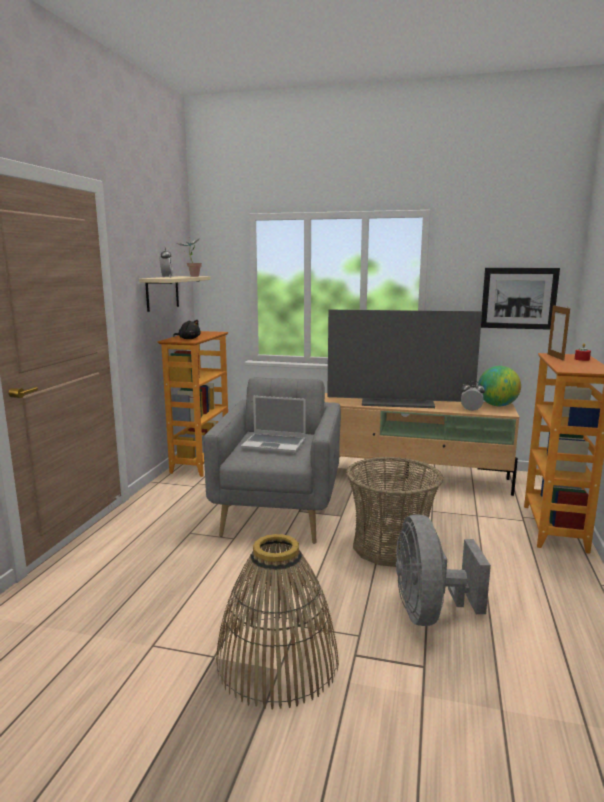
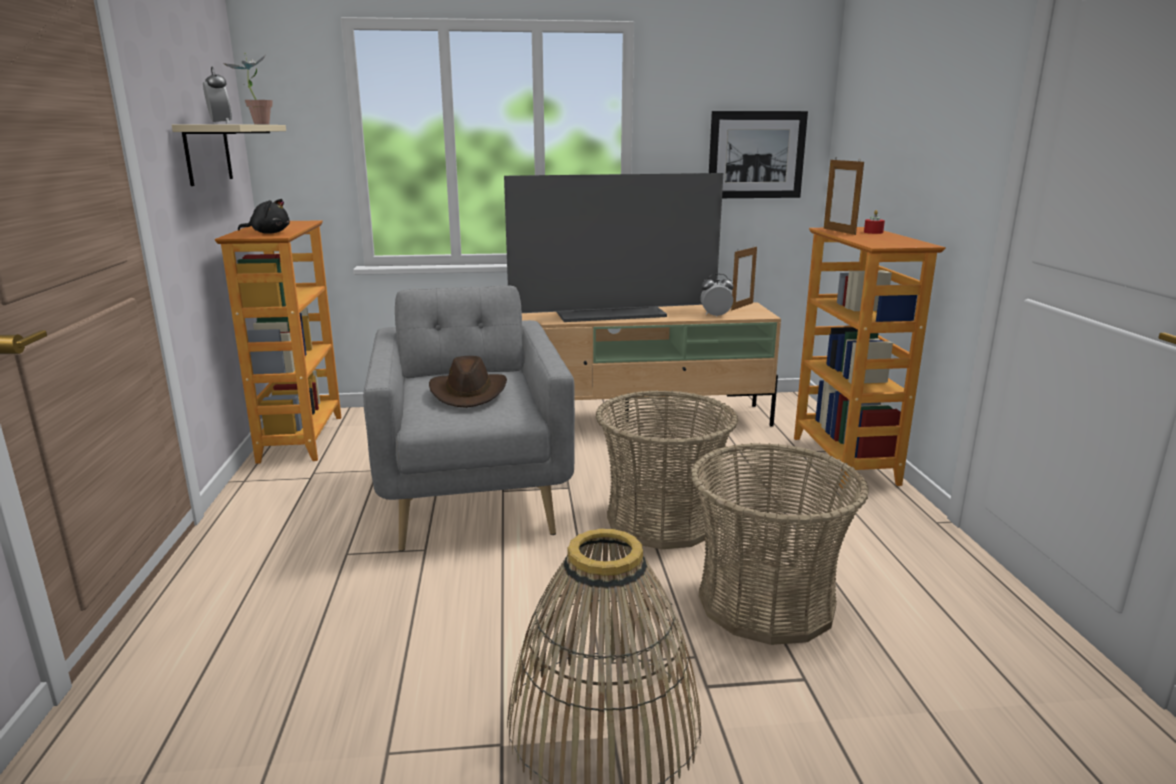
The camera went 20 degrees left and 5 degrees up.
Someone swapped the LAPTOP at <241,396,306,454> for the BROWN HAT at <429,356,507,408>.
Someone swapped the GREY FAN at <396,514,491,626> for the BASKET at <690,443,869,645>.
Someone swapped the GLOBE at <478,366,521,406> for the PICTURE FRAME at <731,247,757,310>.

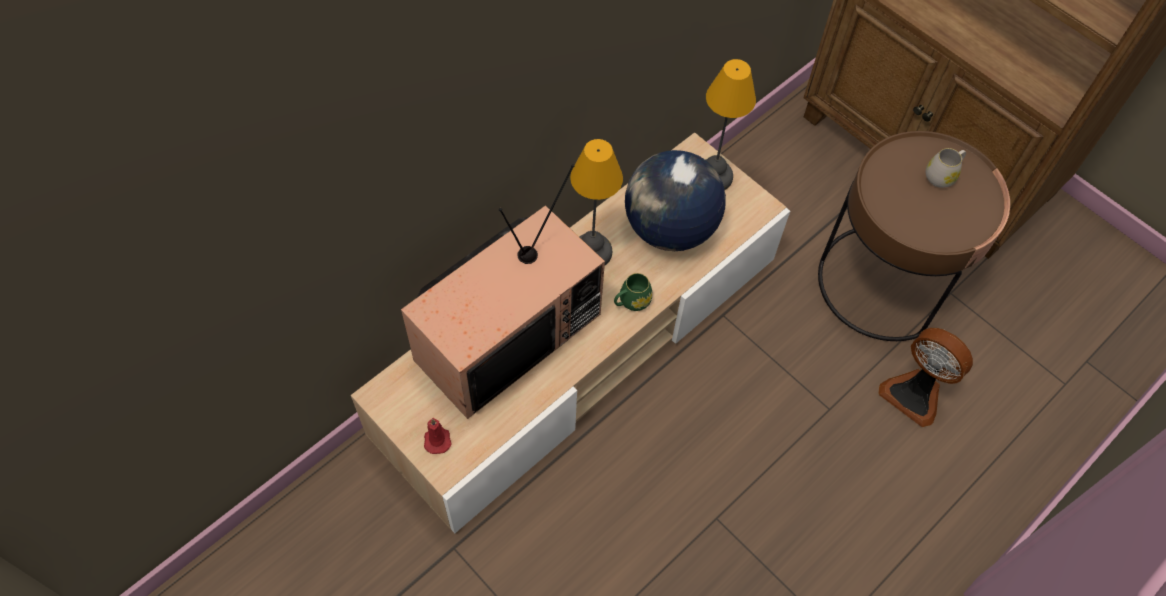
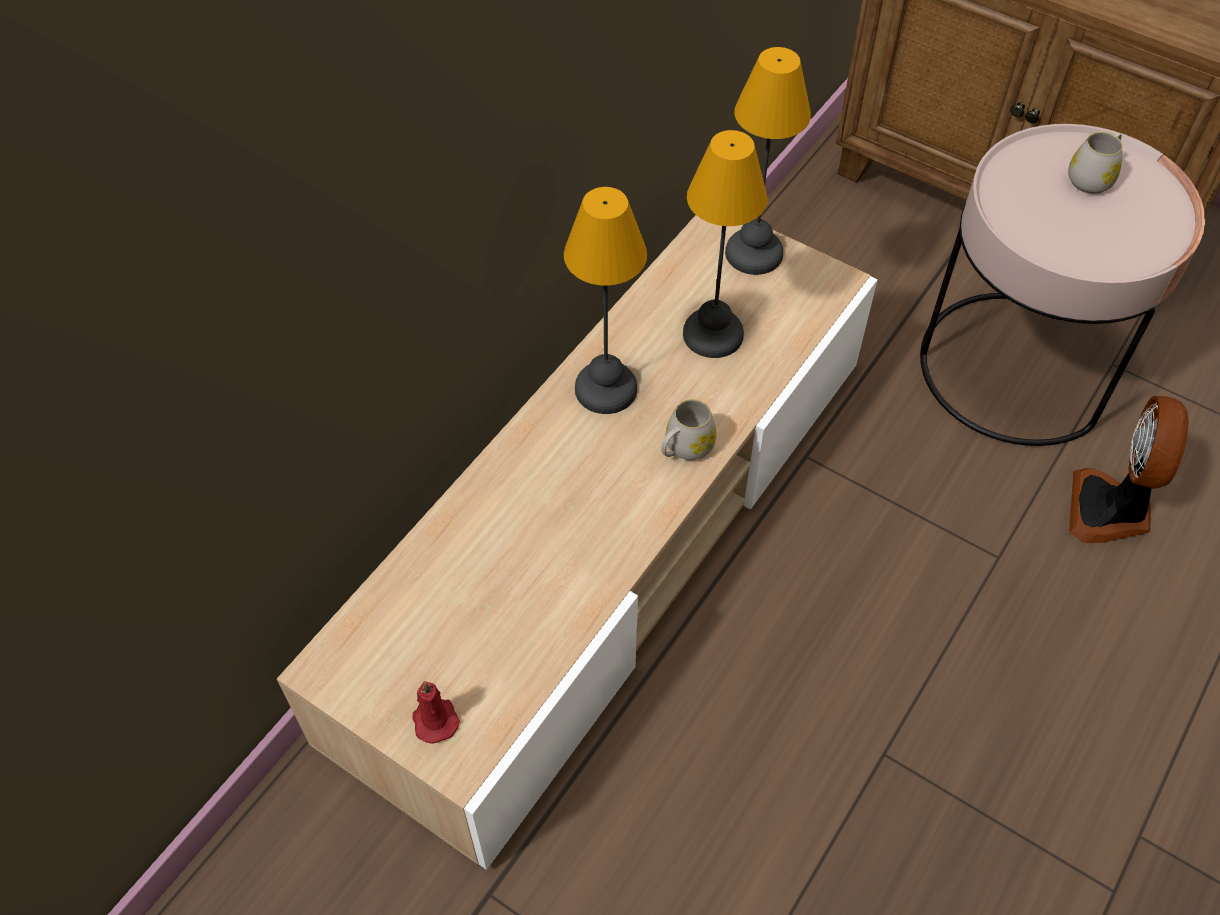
The camera went 10 degrees left and 5 degrees down.
Someone took away the TELEVISION at <401,164,605,419>.
Someone repainted the GREEN MUG at <614,273,653,311>, which became the WHITE MUG at <661,399,717,460>.
Someone swapped the GLOBE at <625,150,726,251> for the TABLE LAMP at <683,130,768,358>.
Someone repainted the BROWN SIDE TABLE at <818,131,1010,341>, which became the PINK SIDE TABLE at <920,124,1205,446>.
Someone rotated the FAN at <878,328,973,427> by 75 degrees clockwise.

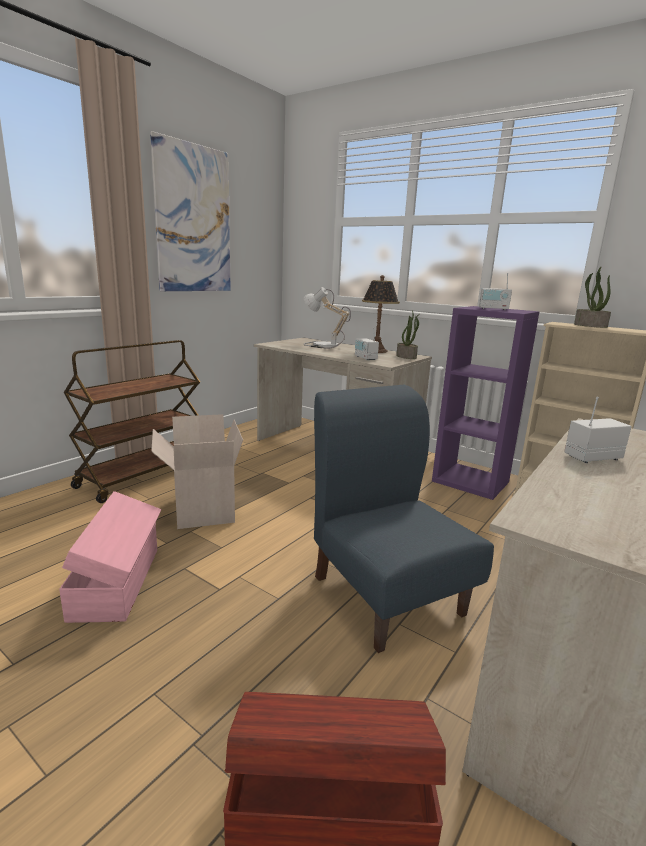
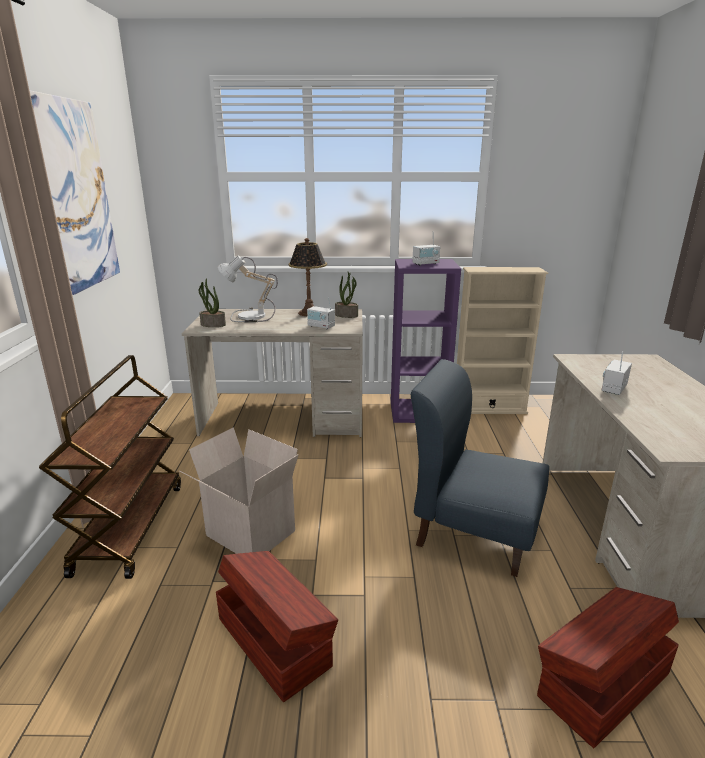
The camera went 35 degrees left and 5 degrees up.
Someone repainted the PINK STORAGE BOX at <59,491,161,623>, which became the BROWN STORAGE BOX at <216,551,338,702>.
Someone carried the POTTED PLANT from <574,267,611,328> to <199,278,226,327>.

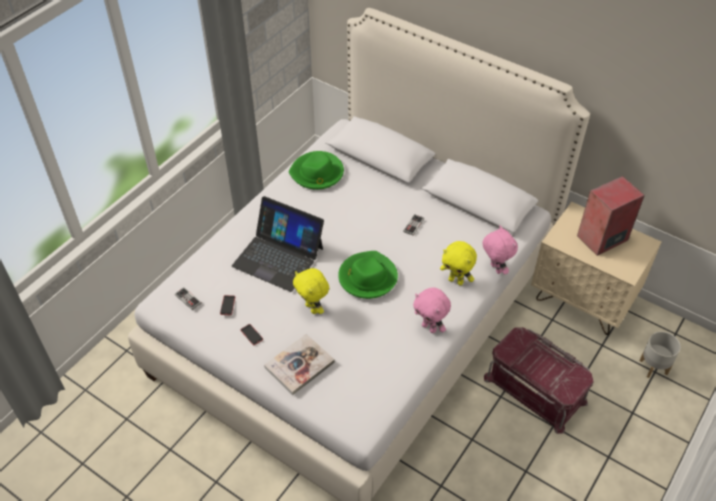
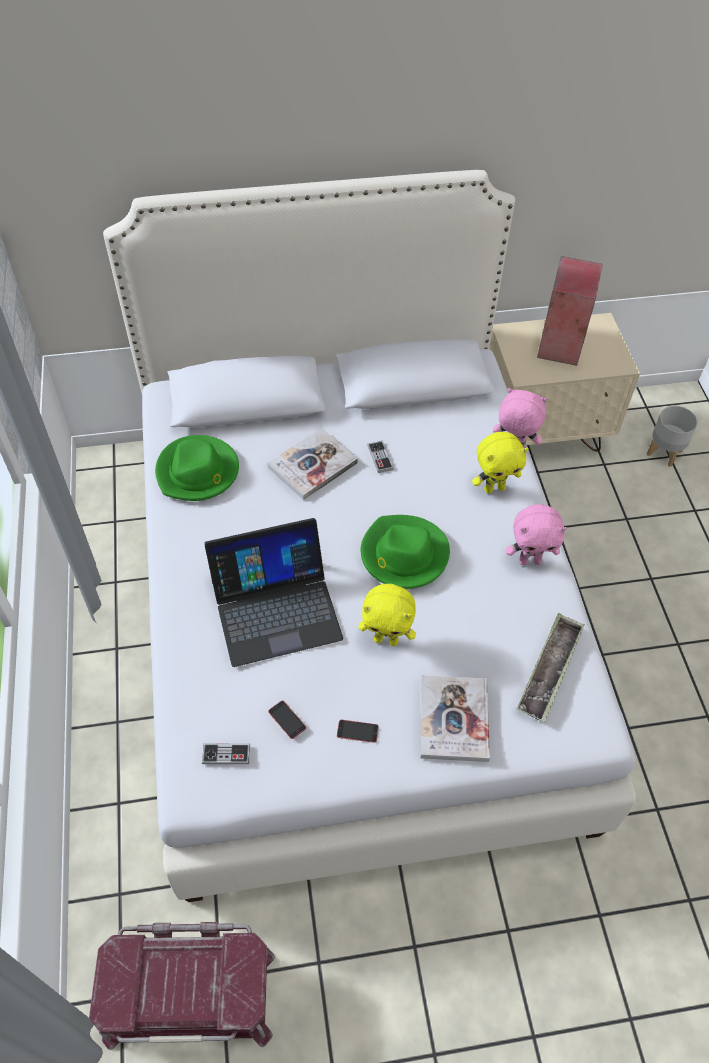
The camera went 45 degrees left and 5 degrees up.
Someone carried the RED STORAGE BOX from <484,327,594,434> to <89,922,275,1050>.
Someone put down the BOOK at <267,428,358,500>.
Someone put down the TRAY at <517,613,585,722>.

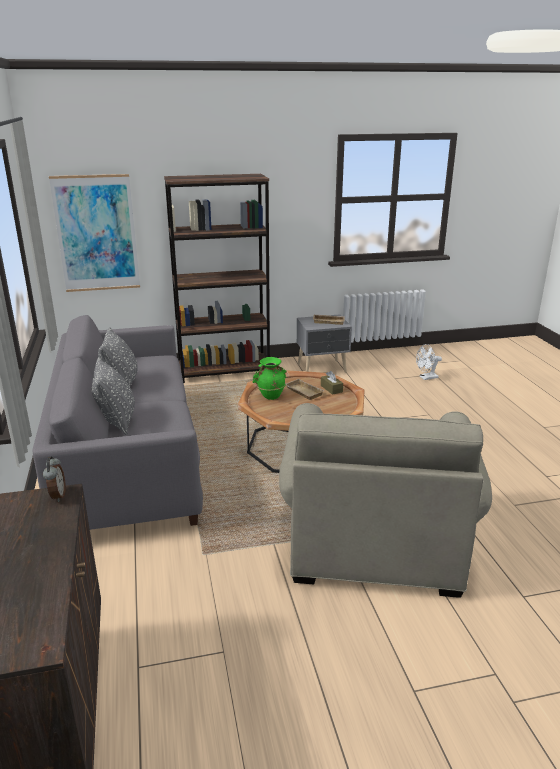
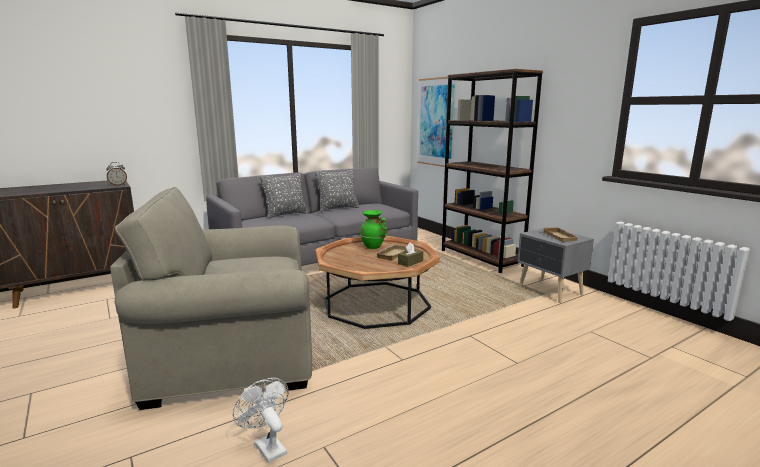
The camera went 70 degrees right and 10 degrees down.
Someone carried the WHITE FAN from <416,344,442,380> to <233,378,288,463>.

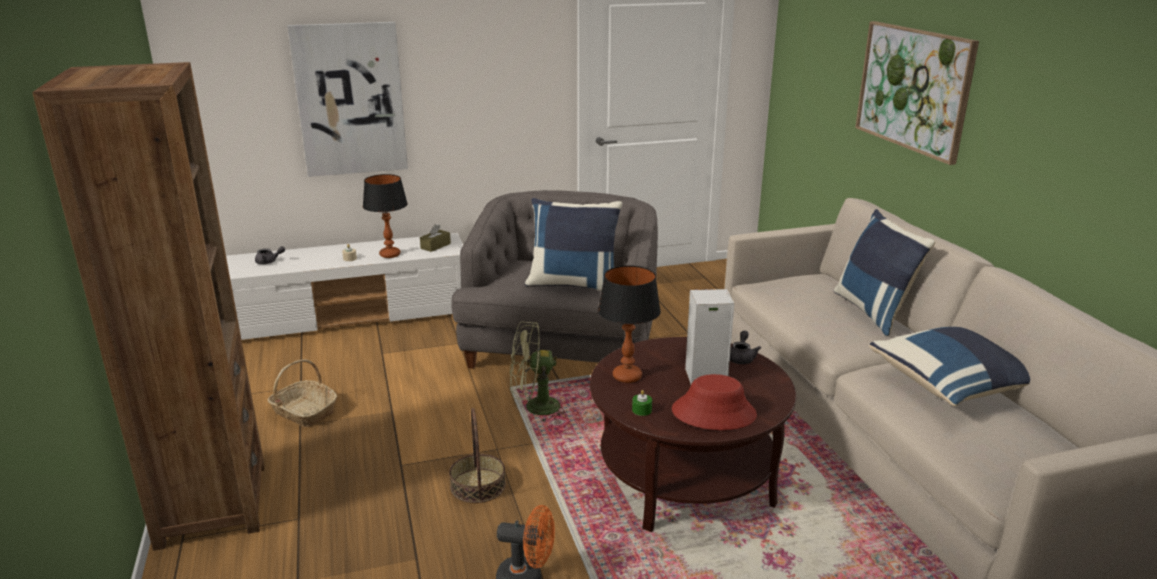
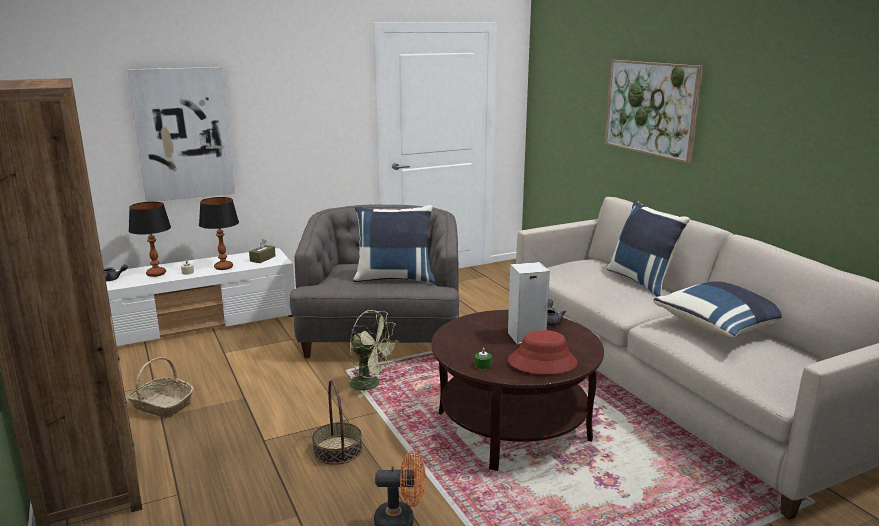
The camera went 10 degrees left and 5 degrees down.
Someone rotated the GREEN FAN at <510,322,567,423> by 135 degrees counterclockwise.
Someone carried the TABLE LAMP from <598,266,661,383> to <129,202,171,277>.

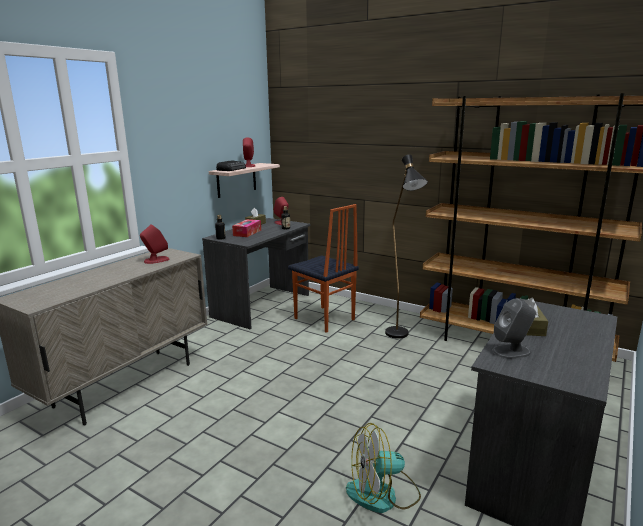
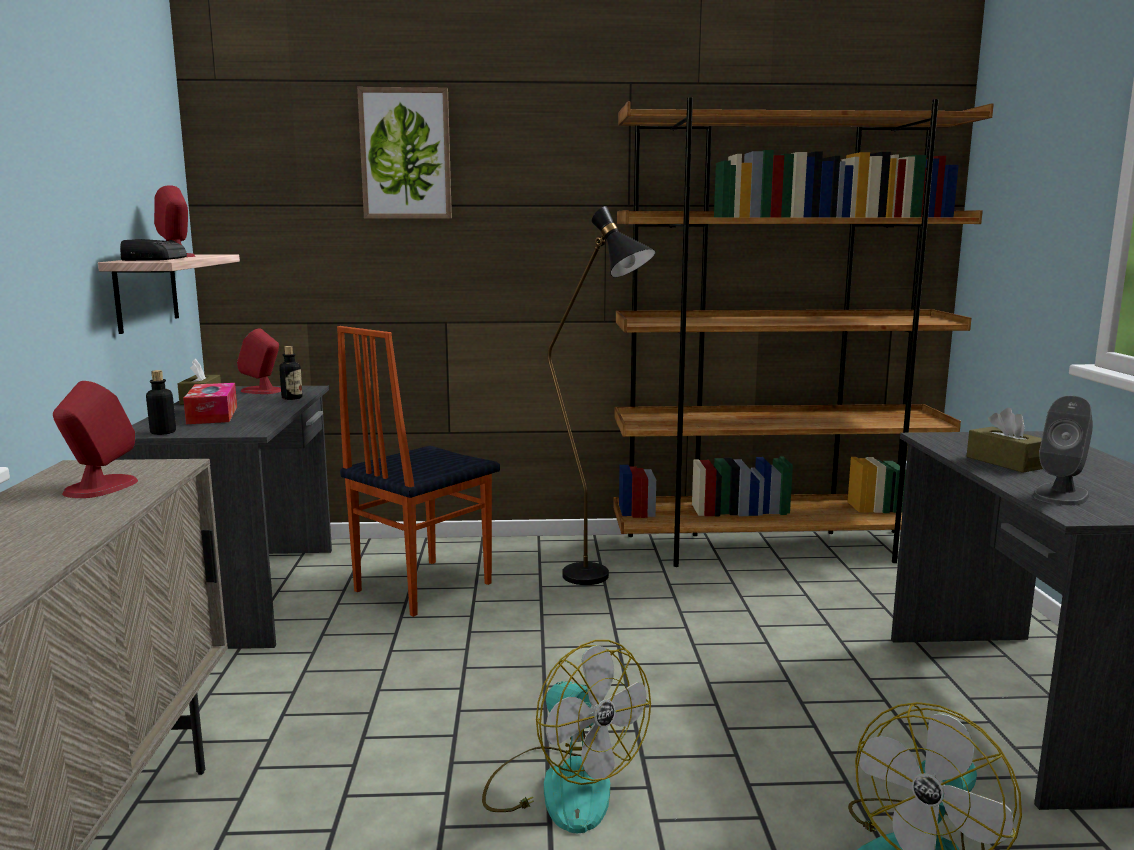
The camera went 35 degrees left and 5 degrees down.
Someone rotated the CHAIR at <288,204,359,333> by 120 degrees clockwise.
Someone put up the PICTURE at <357,87,452,219>.
Someone put down the FAN at <482,640,651,833>.

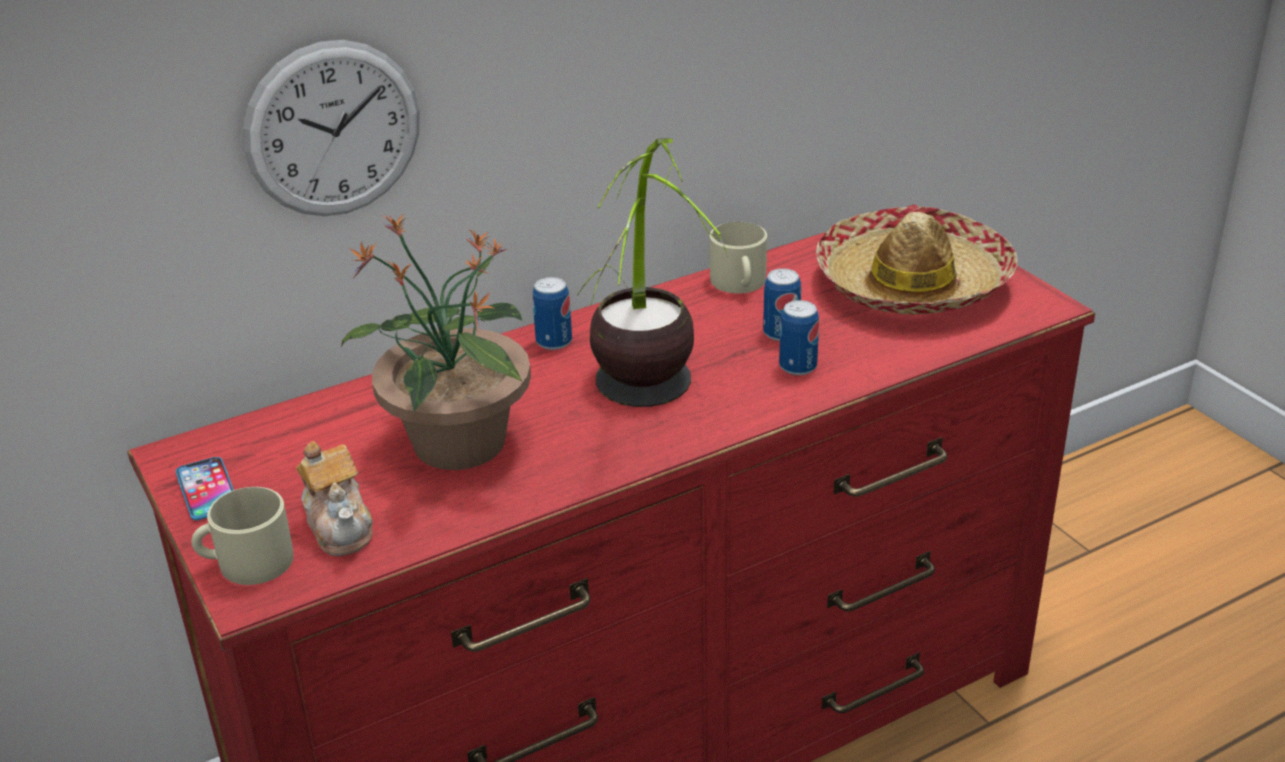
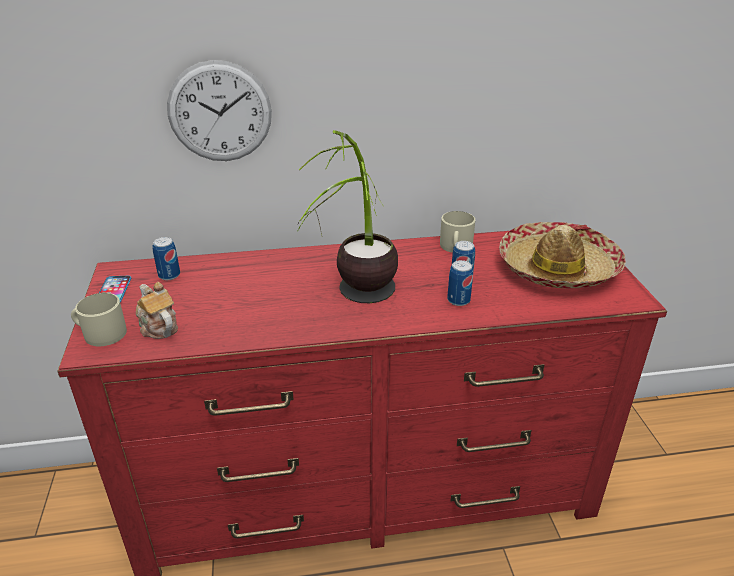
The camera went 20 degrees right and 0 degrees up.
Someone rotated the TEAPOT at <296,441,373,556> by 150 degrees clockwise.
Someone took away the POTTED PLANT at <341,214,531,470>.
Someone carried the CAN from <533,277,572,350> to <152,237,180,280>.

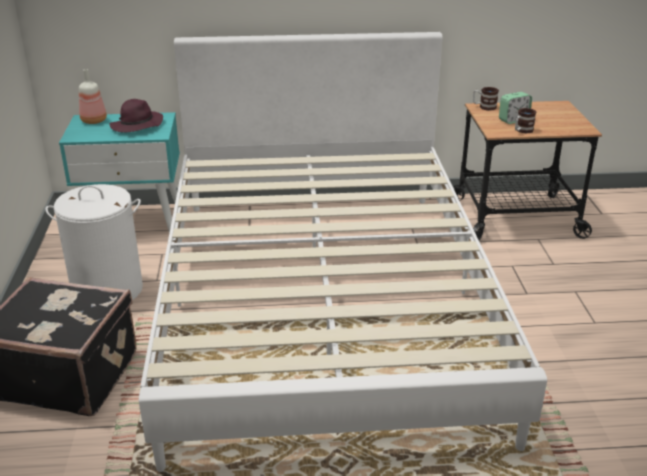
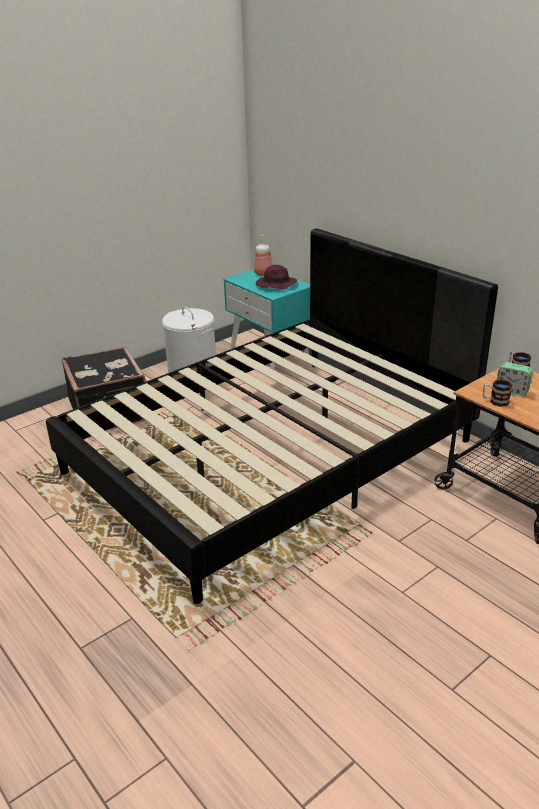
The camera went 55 degrees right and 0 degrees up.
Someone repainted the WHITE BED at <139,32,547,472>, which became the BLACK BED at <46,228,498,604>.

